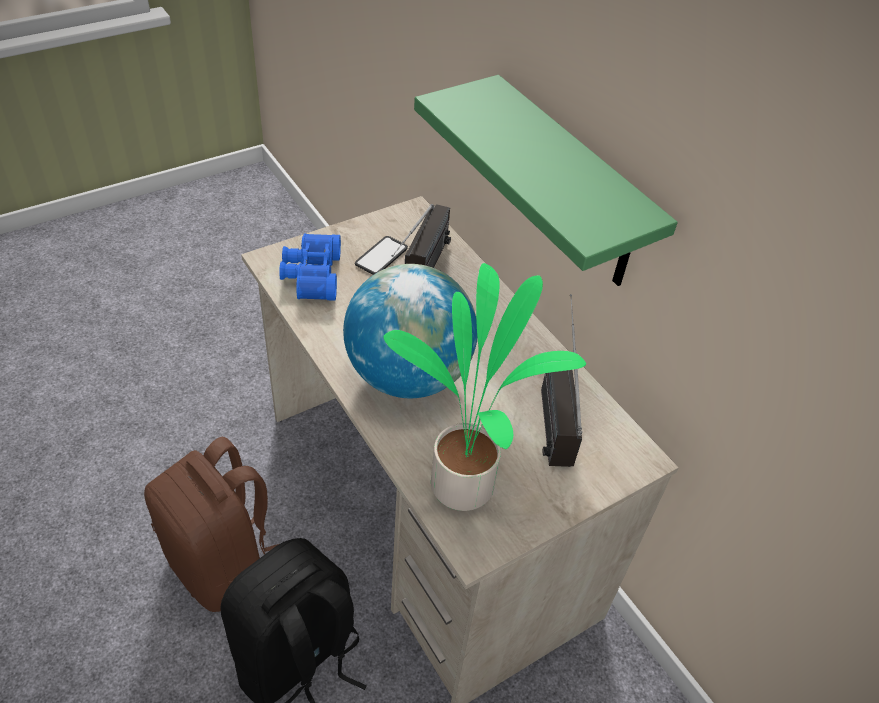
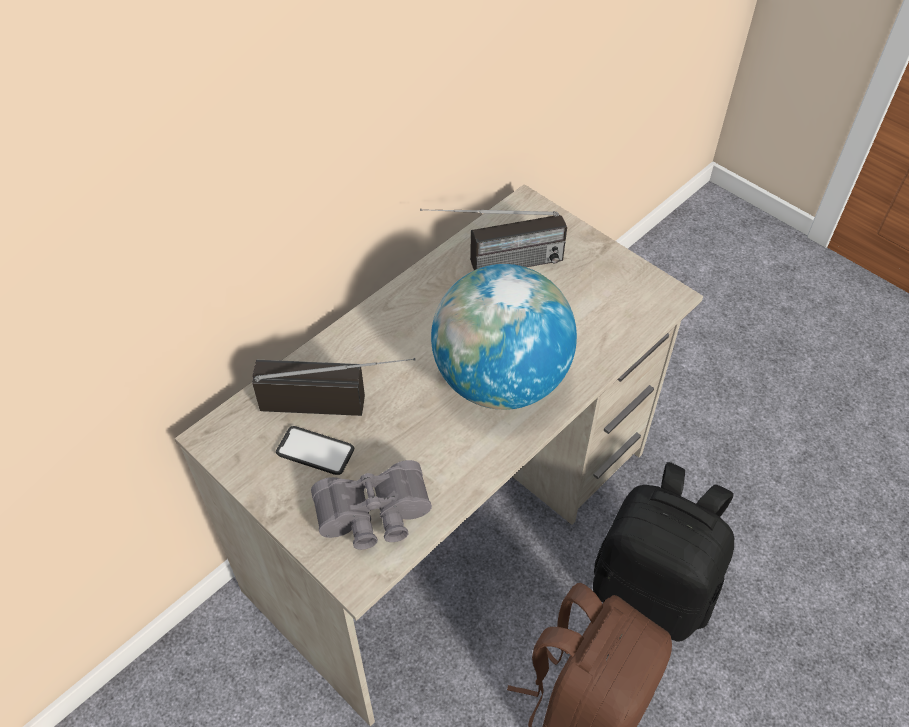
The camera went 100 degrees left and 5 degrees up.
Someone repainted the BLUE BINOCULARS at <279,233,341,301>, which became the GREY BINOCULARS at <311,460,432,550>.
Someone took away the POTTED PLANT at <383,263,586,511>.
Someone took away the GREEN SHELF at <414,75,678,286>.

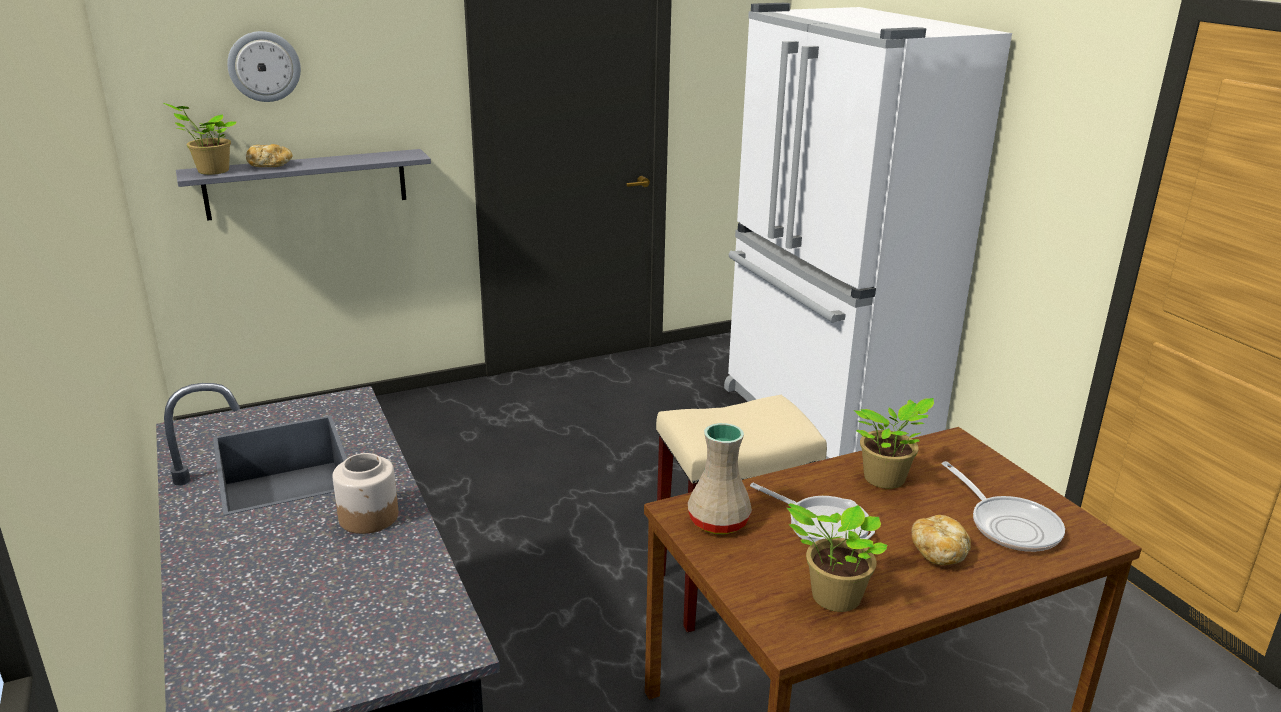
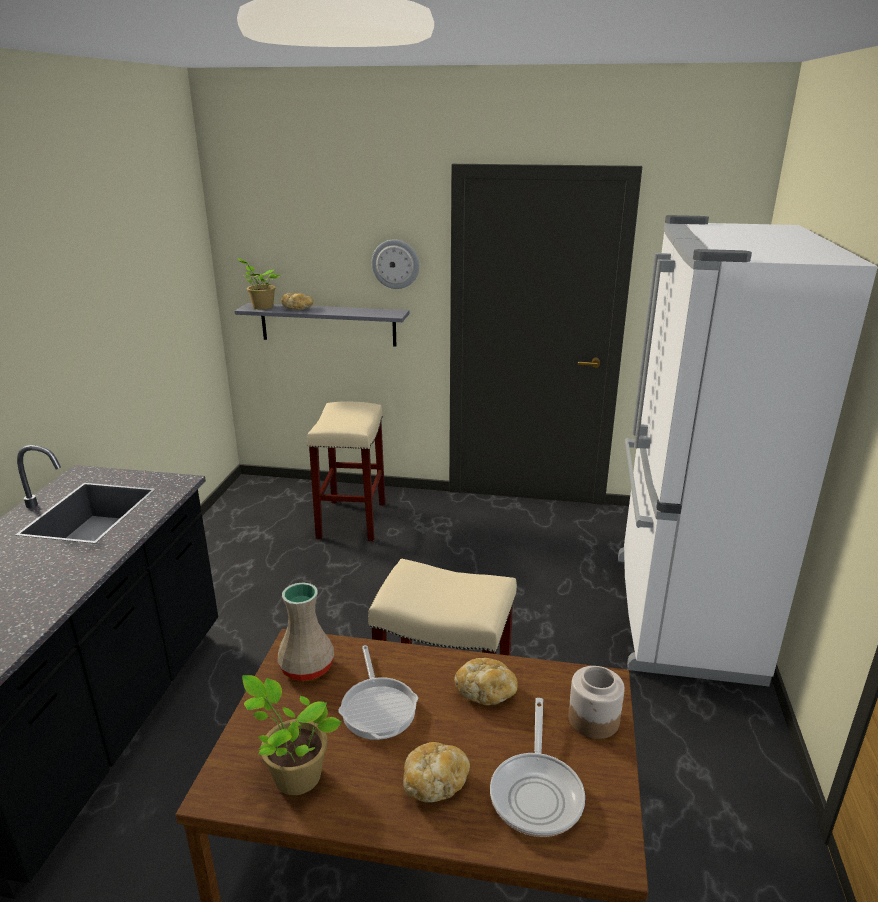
The camera went 35 degrees right and 0 degrees up.
Someone carried the WALL CLOCK from <227,31,301,102> to <372,240,419,289>.
Someone carried the JAR from <333,453,398,534> to <568,666,625,739>.
Someone swapped the POTTED PLANT at <854,398,934,489> for the BREAD at <454,658,518,705>.
Someone put down the BEIGE STOOL at <307,401,385,541>.

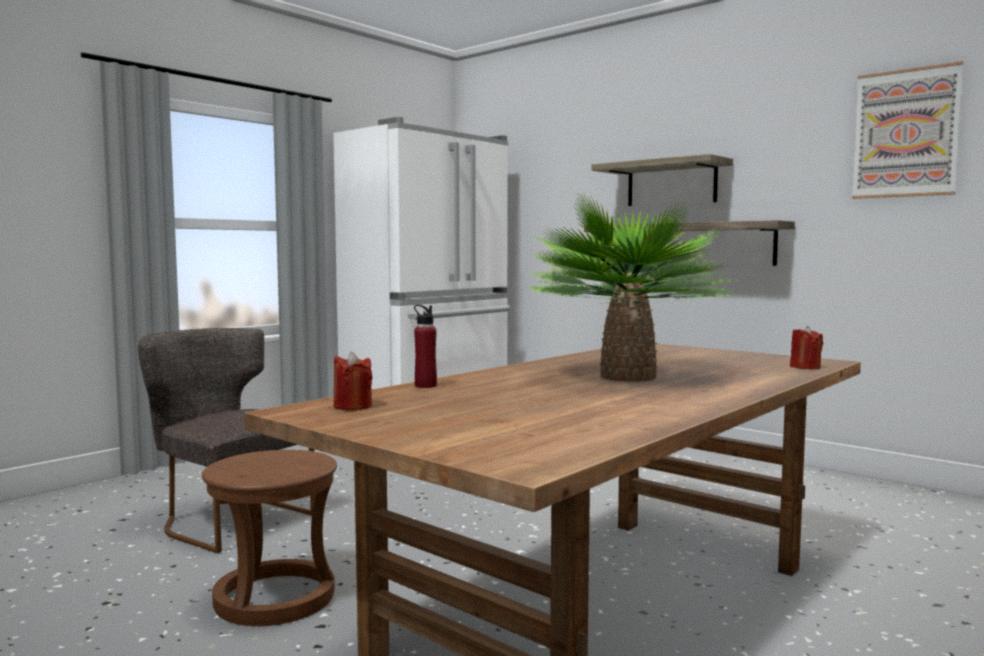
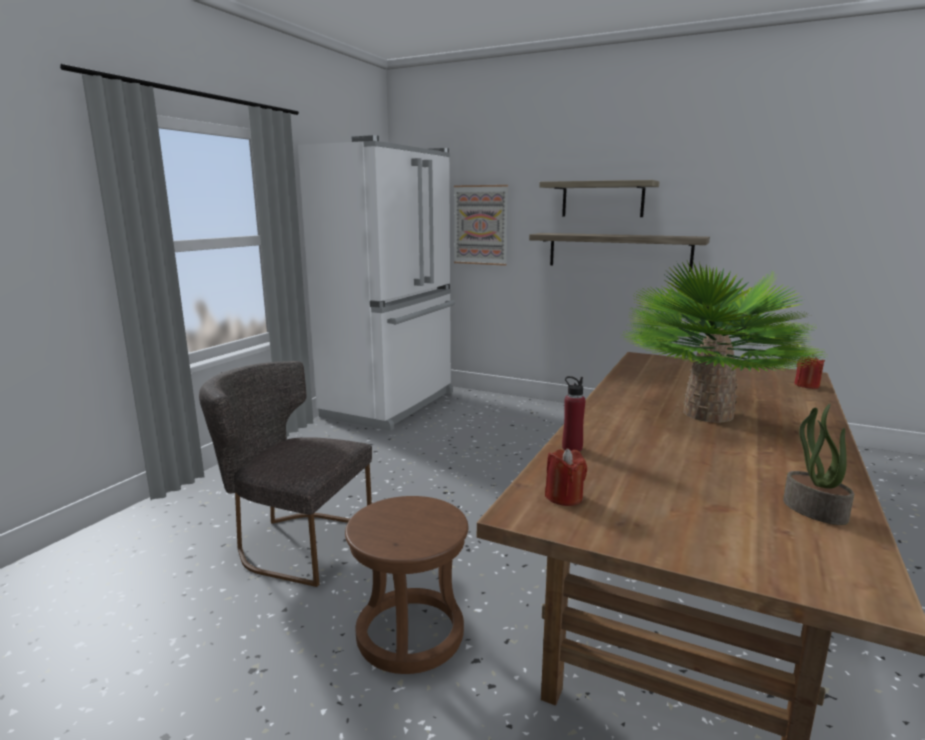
The camera went 15 degrees left and 10 degrees up.
Someone carried the PICTURE from <852,61,964,199> to <454,185,508,266>.
Someone put down the POTTED PLANT at <783,403,854,525>.

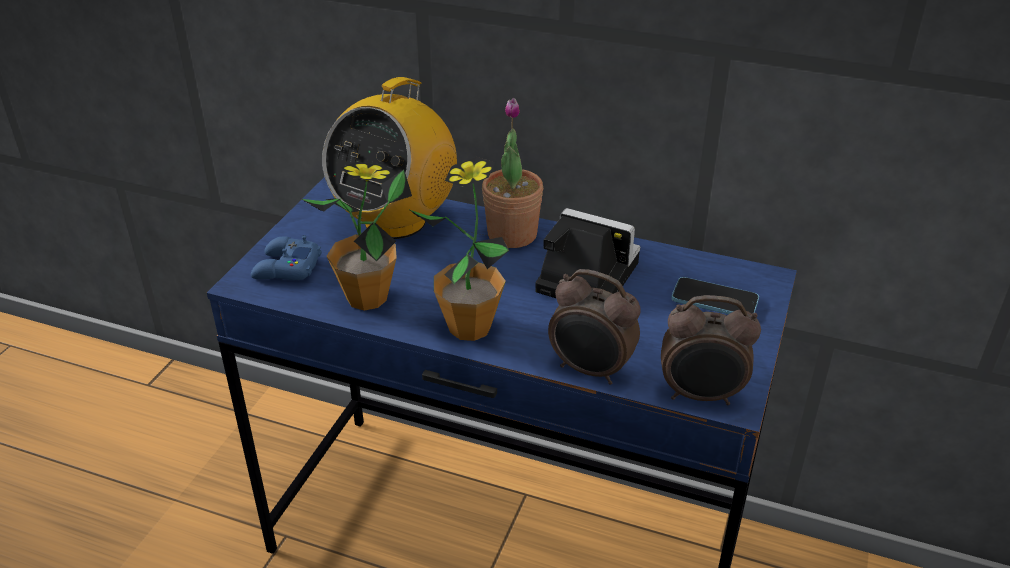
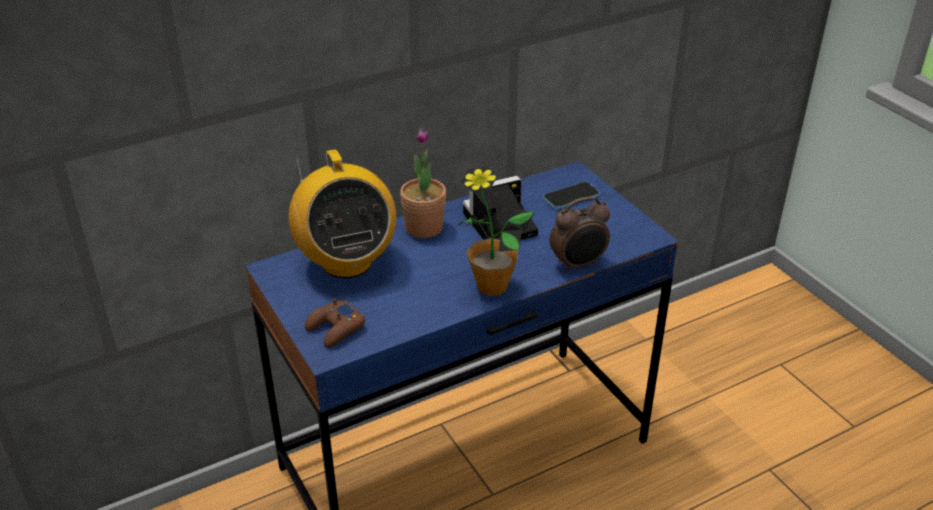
The camera went 50 degrees left and 0 degrees up.
Someone repainted the BLUE GAME CONTROLLER at <251,235,322,280>, which became the BROWN GAME CONTROLLER at <305,298,365,348>.
Someone took away the POTTED PLANT at <301,162,412,310>.
Someone took away the ALARM CLOCK at <661,295,761,405>.

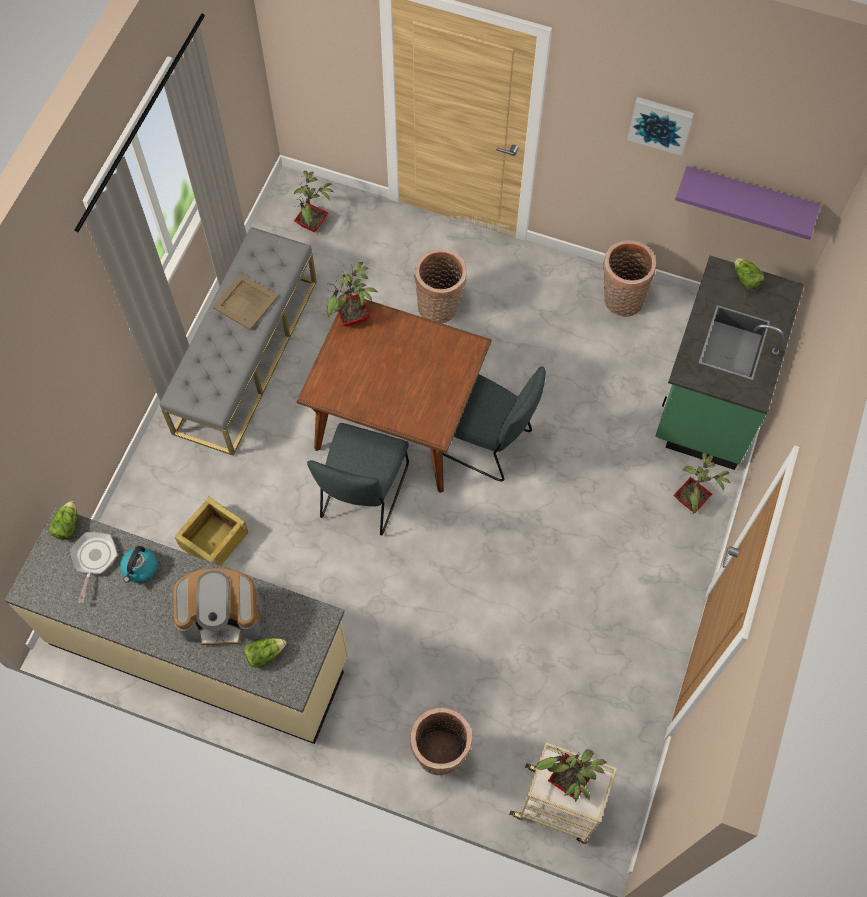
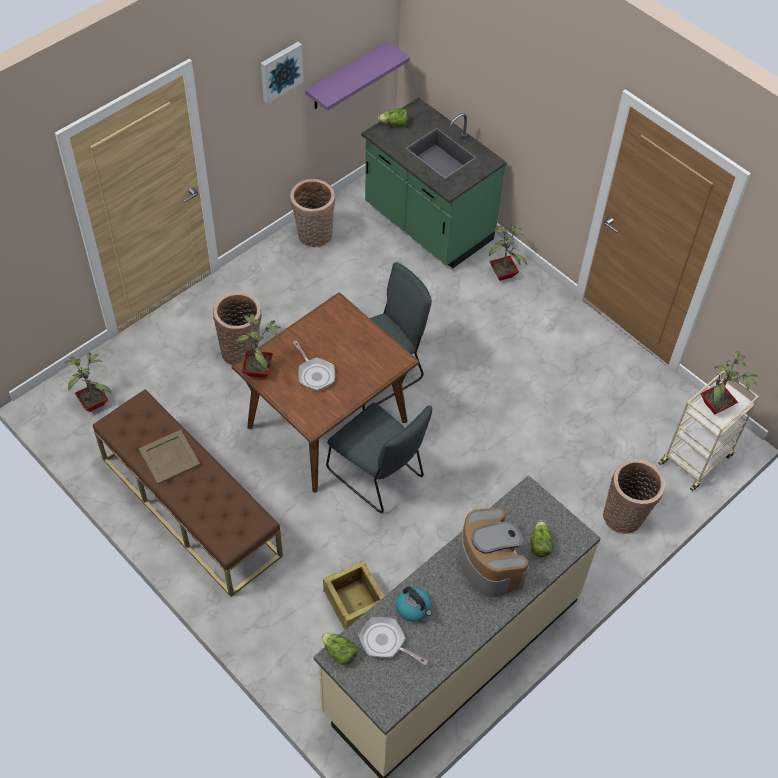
The camera went 65 degrees left and 10 degrees down.
Someone repainted the GREY BENCH at <160,227,317,456>, which became the BROWN BENCH at <93,389,283,597>.
Someone rotated the COFFEE MACHINE at <173,568,262,645> by 45 degrees counterclockwise.
Someone put down the FRYING PAN at <293,340,335,391>.

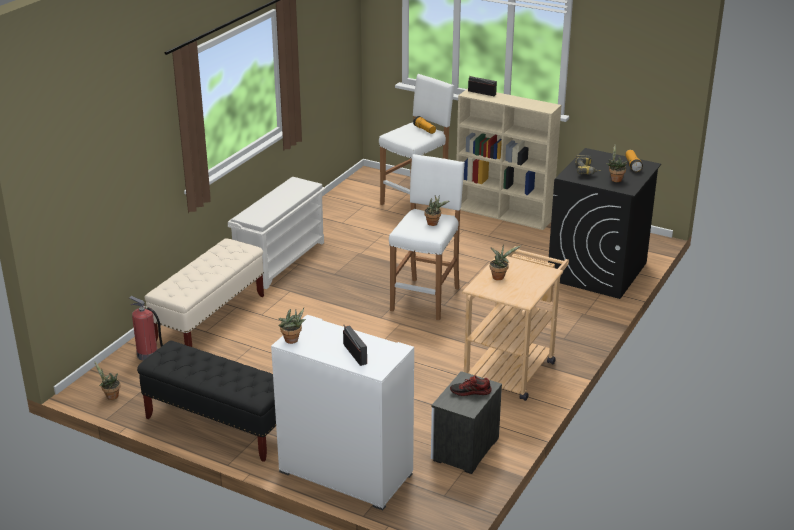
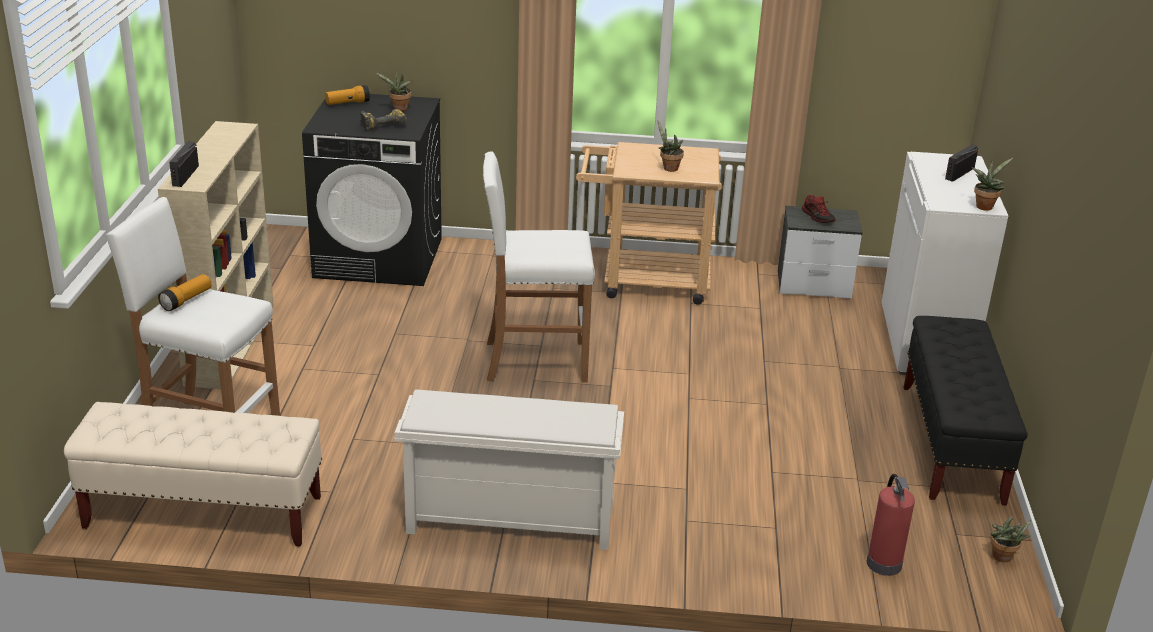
The camera went 115 degrees left and 0 degrees up.
Someone carried the BEIGE BENCH from <144,238,264,347> to <64,402,322,547>.
Someone took away the POTTED PLANT at <424,196,449,226>.

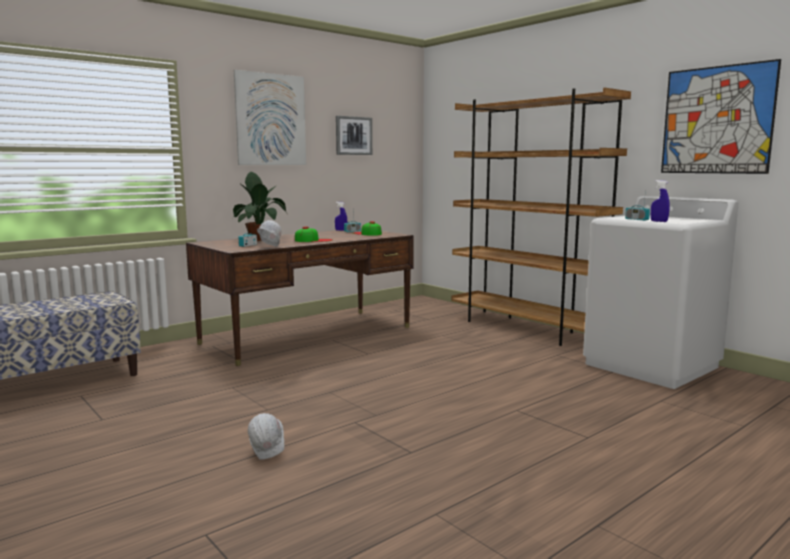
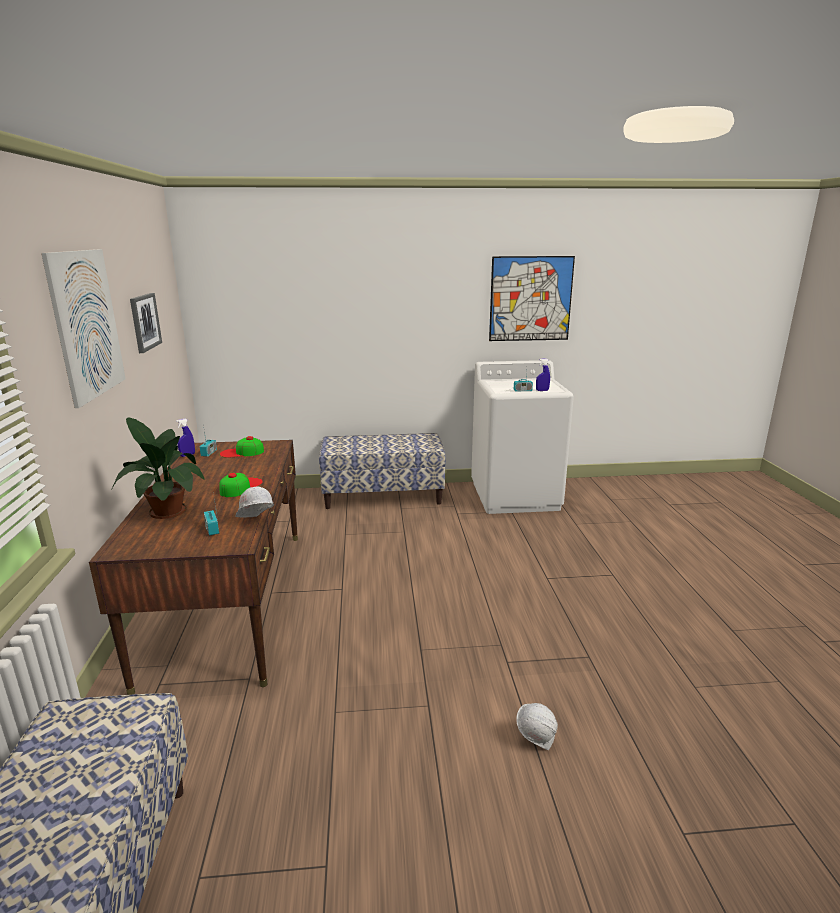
The camera went 55 degrees left and 10 degrees up.
Someone swapped the BROWN BOOKCASE at <451,87,631,346> for the BENCH at <319,433,446,509>.

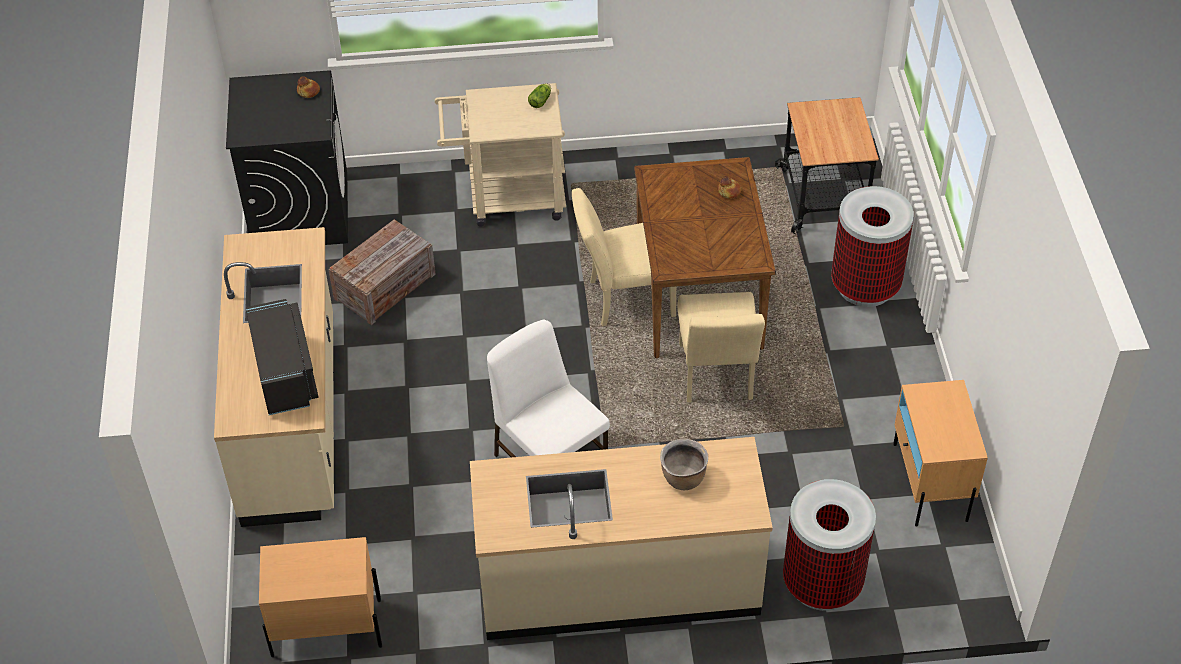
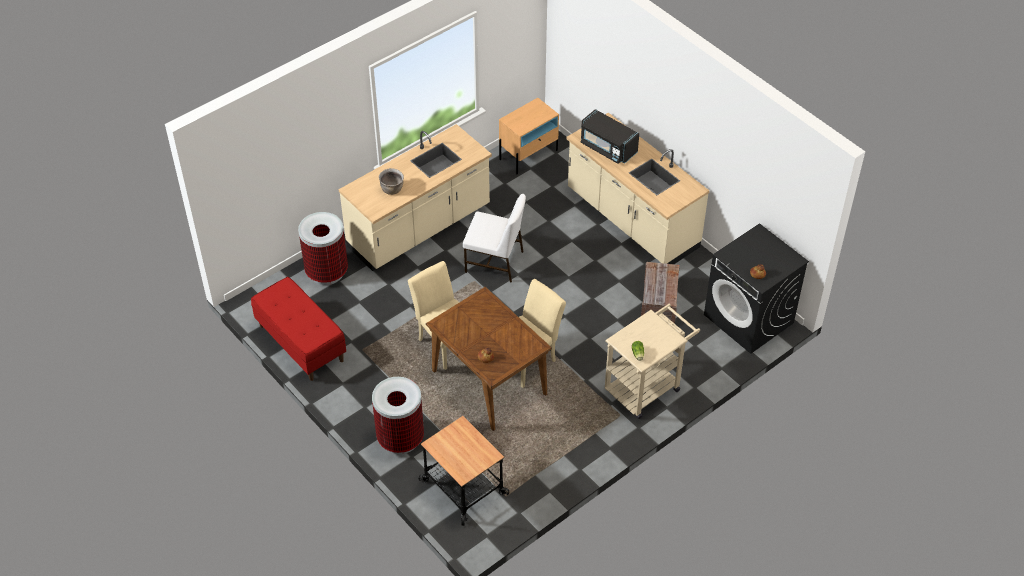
The camera went 145 degrees right and 0 degrees up.
Someone swapped the BEIGE NIGHTSTAND at <893,380,988,527> for the RED BENCH at <251,277,346,381>.

